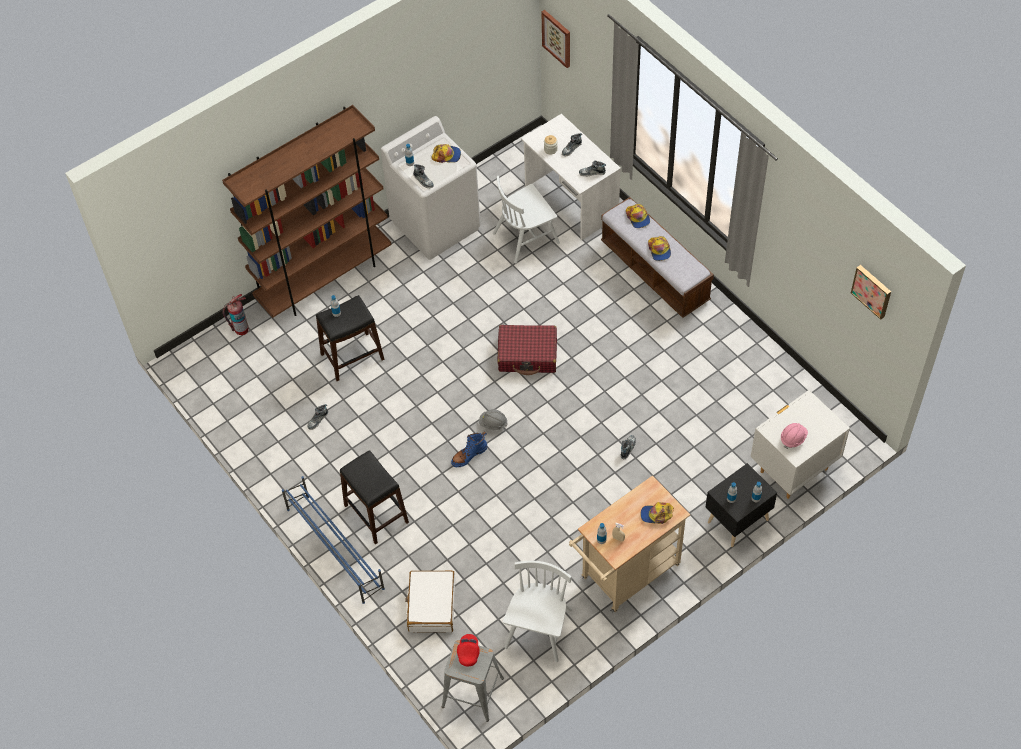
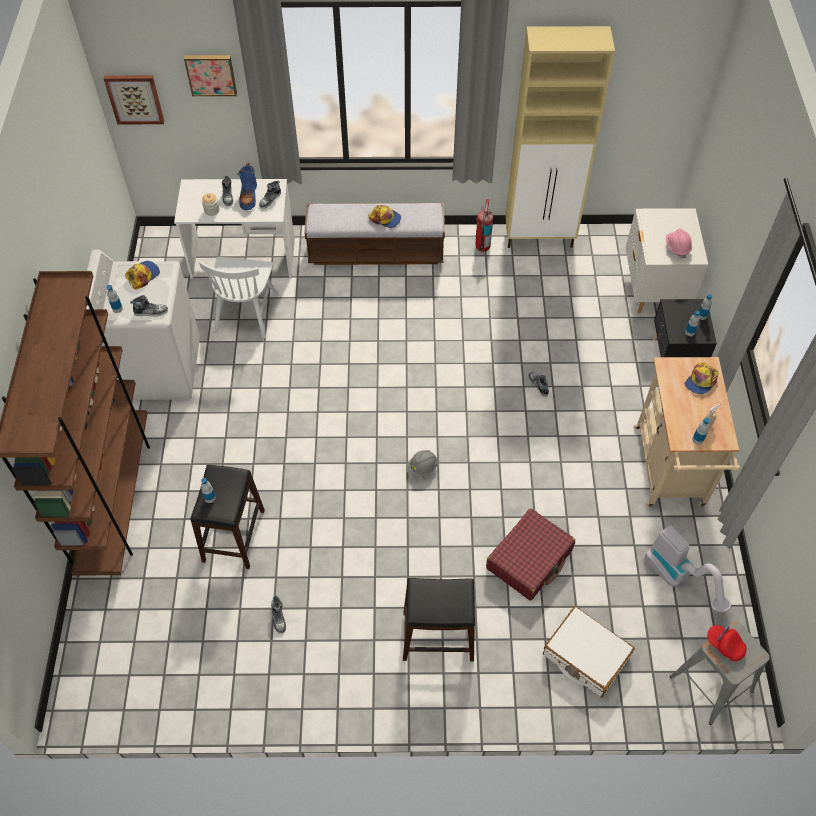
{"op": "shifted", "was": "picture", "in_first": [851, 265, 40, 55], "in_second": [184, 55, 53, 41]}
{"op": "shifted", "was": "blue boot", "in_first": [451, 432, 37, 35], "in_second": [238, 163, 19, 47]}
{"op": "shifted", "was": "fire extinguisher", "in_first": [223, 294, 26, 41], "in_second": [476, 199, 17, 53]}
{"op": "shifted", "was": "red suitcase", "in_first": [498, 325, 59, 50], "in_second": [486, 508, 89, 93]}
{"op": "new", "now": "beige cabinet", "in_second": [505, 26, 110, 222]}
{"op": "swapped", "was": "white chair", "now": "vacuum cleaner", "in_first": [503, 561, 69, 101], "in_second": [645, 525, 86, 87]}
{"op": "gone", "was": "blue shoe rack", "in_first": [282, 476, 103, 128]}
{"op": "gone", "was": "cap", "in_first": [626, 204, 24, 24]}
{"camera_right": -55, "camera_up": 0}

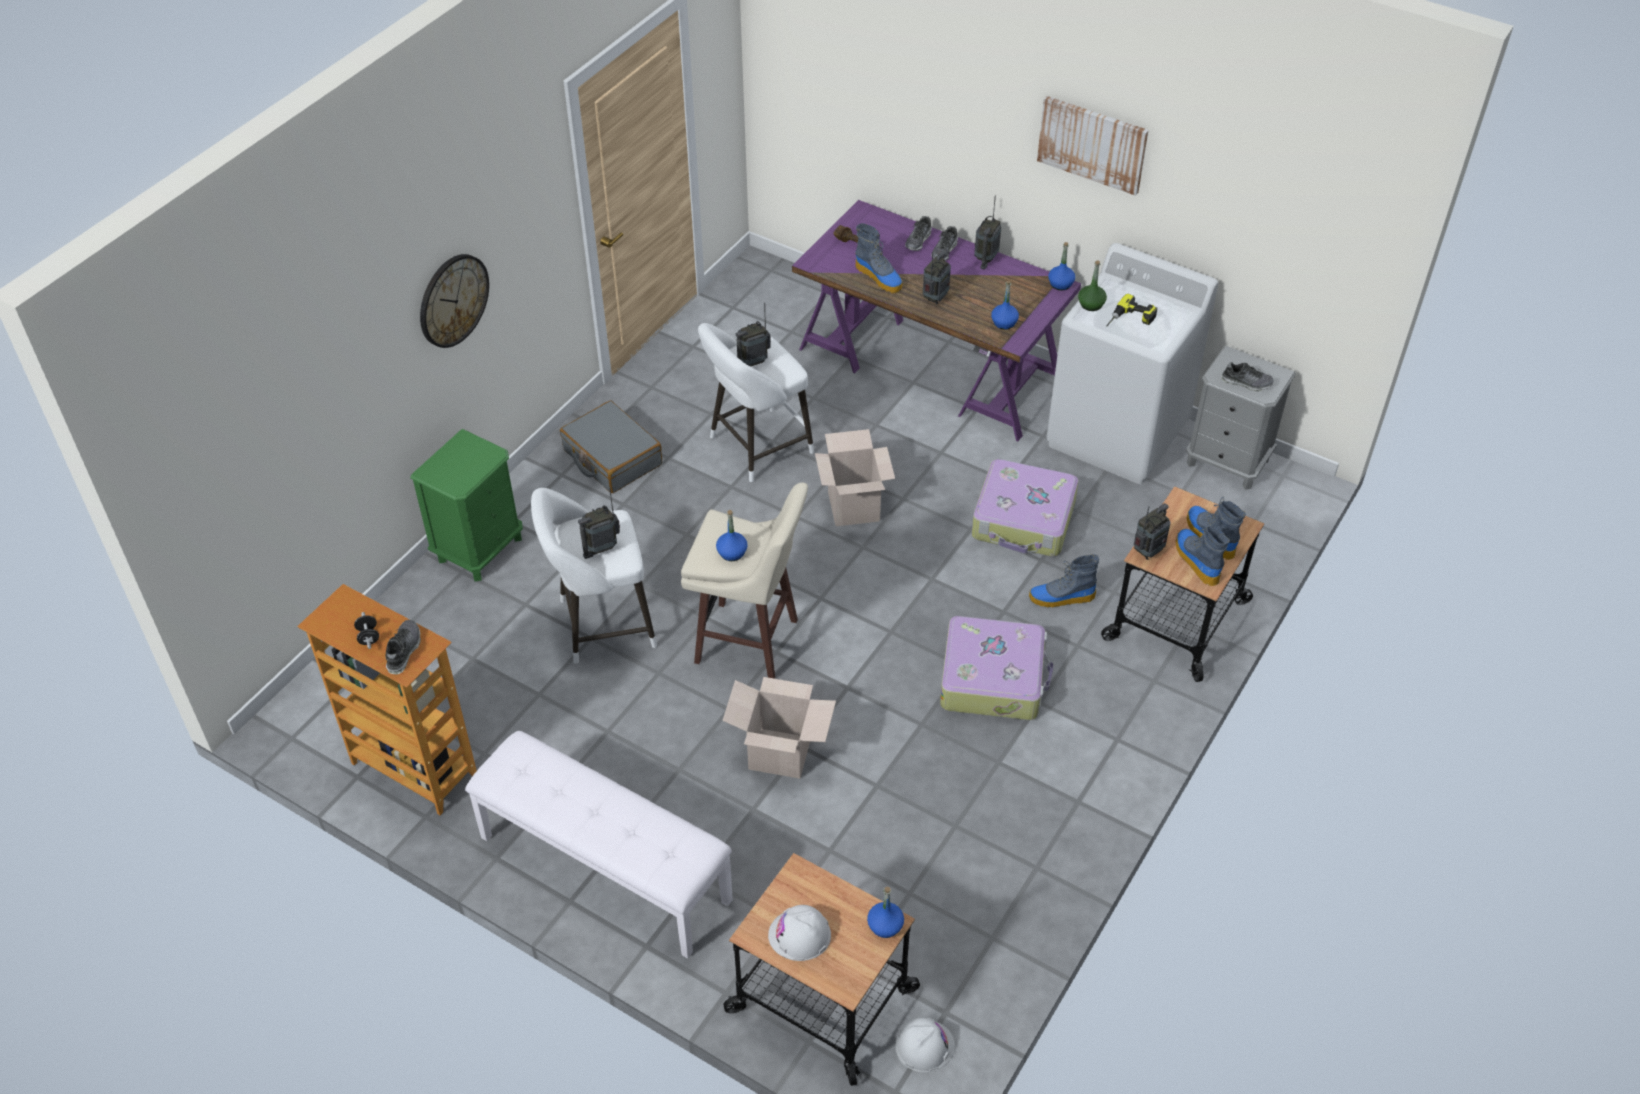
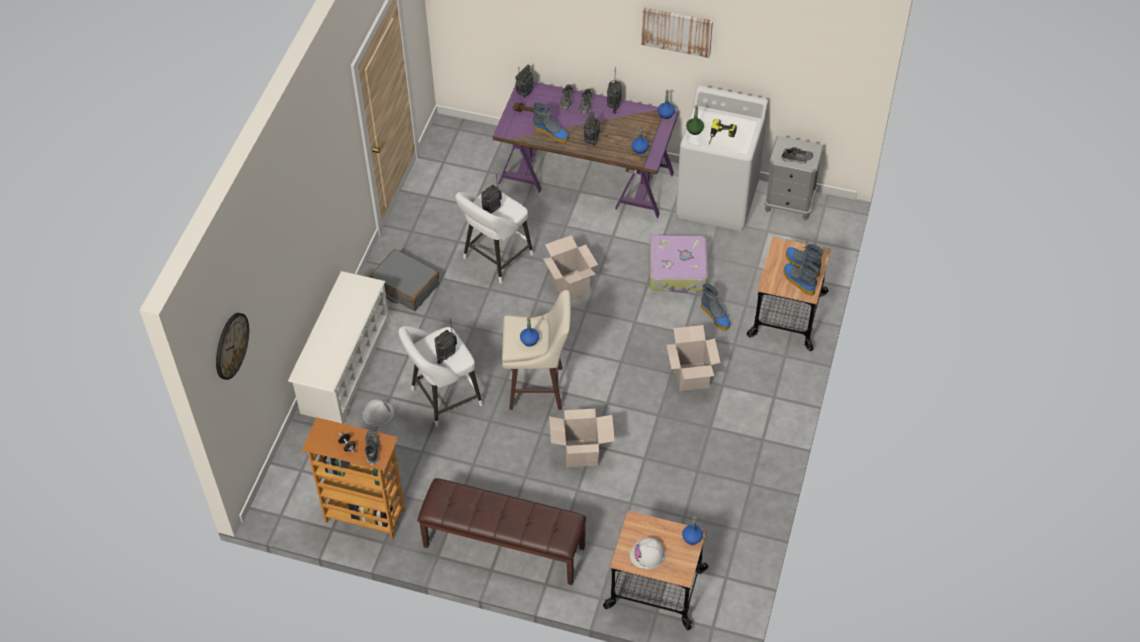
{"op": "shifted", "was": "wall clock", "in_first": [420, 254, 69, 94], "in_second": [216, 313, 33, 67]}
{"op": "swapped", "was": "green nightstand", "now": "white shoe rack", "in_first": [410, 429, 113, 152], "in_second": [288, 271, 102, 153]}
{"op": "shifted", "was": "white hard hat", "in_first": [895, 1018, 60, 54], "in_second": [363, 399, 31, 27]}
{"op": "repainted", "was": "white bench", "now": "brown bench", "in_first": [465, 731, 268, 228], "in_second": [418, 478, 168, 107]}
{"op": "shifted", "was": "radio", "in_first": [1134, 503, 37, 57], "in_second": [515, 64, 18, 34]}
{"op": "swapped", "was": "suitcase", "now": "cardboard box", "in_first": [940, 616, 114, 104], "in_second": [666, 325, 55, 66]}
{"op": "rotated", "was": "boot", "in_first": [1029, 554, 70, 54], "in_second": [701, 283, 29, 48], "clockwise": -105}
{"camera_right": -15, "camera_up": 5}

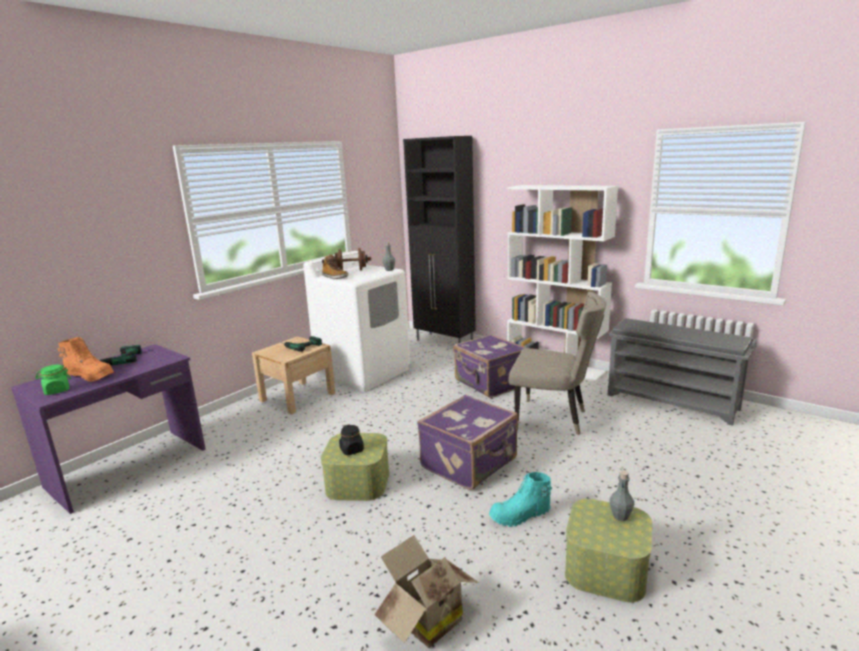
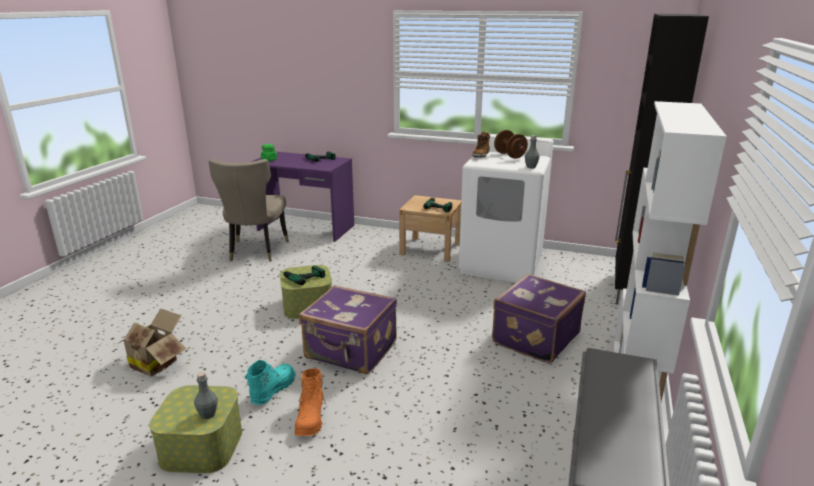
{"op": "shifted", "was": "beige chair", "in_first": [509, 292, 97, 143], "in_second": [209, 159, 80, 103]}
{"op": "rotated", "was": "turquoise boot", "in_first": [489, 472, 63, 55], "in_second": [245, 360, 50, 45], "clockwise": 60}
{"op": "swapped", "was": "black jar", "now": "power drill", "in_first": [339, 424, 25, 31], "in_second": [281, 266, 44, 19]}
{"op": "shifted", "was": "orange boot", "in_first": [58, 337, 56, 45], "in_second": [294, 368, 32, 68]}
{"camera_right": 70, "camera_up": 5}

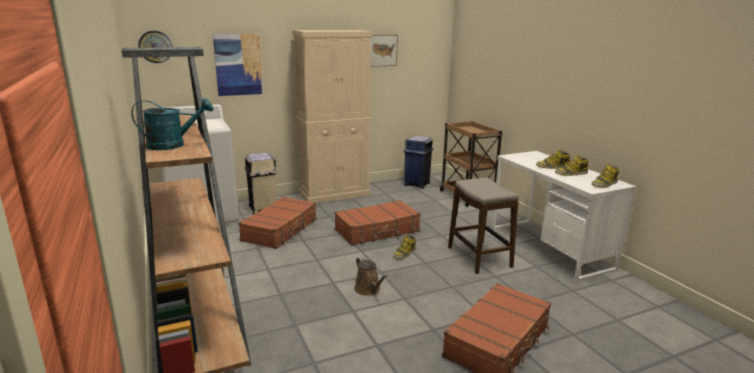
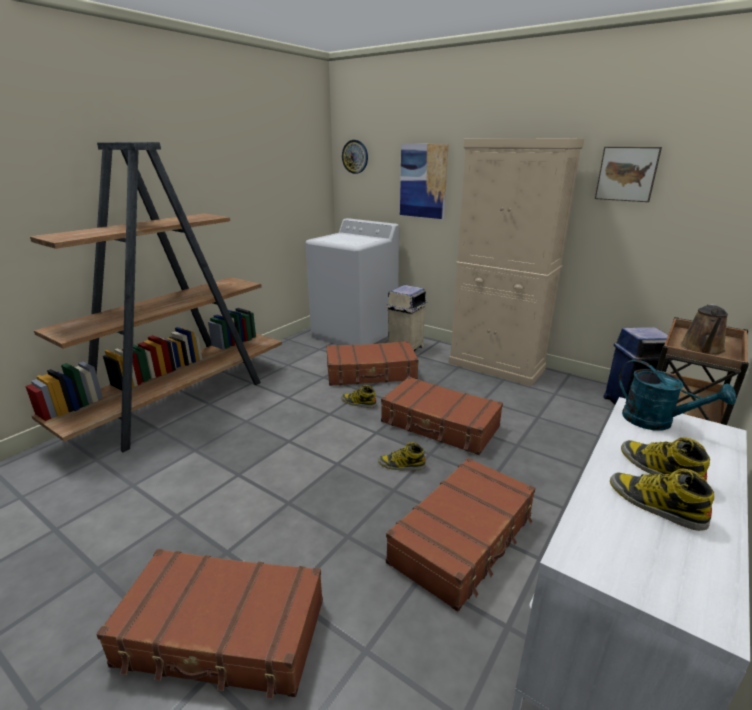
{"op": "shifted", "was": "boot", "in_first": [591, 164, 28, 23], "in_second": [341, 385, 36, 23]}
{"op": "swapped", "was": "stool", "now": "brown suitcase", "in_first": [448, 178, 71, 96], "in_second": [386, 457, 149, 155]}
{"op": "shifted", "was": "turquoise watering can", "in_first": [131, 98, 82, 52], "in_second": [619, 359, 117, 72]}
{"op": "shifted", "was": "brown watering can", "in_first": [354, 257, 34, 39], "in_second": [680, 304, 48, 51]}
{"camera_right": 60, "camera_up": 5}

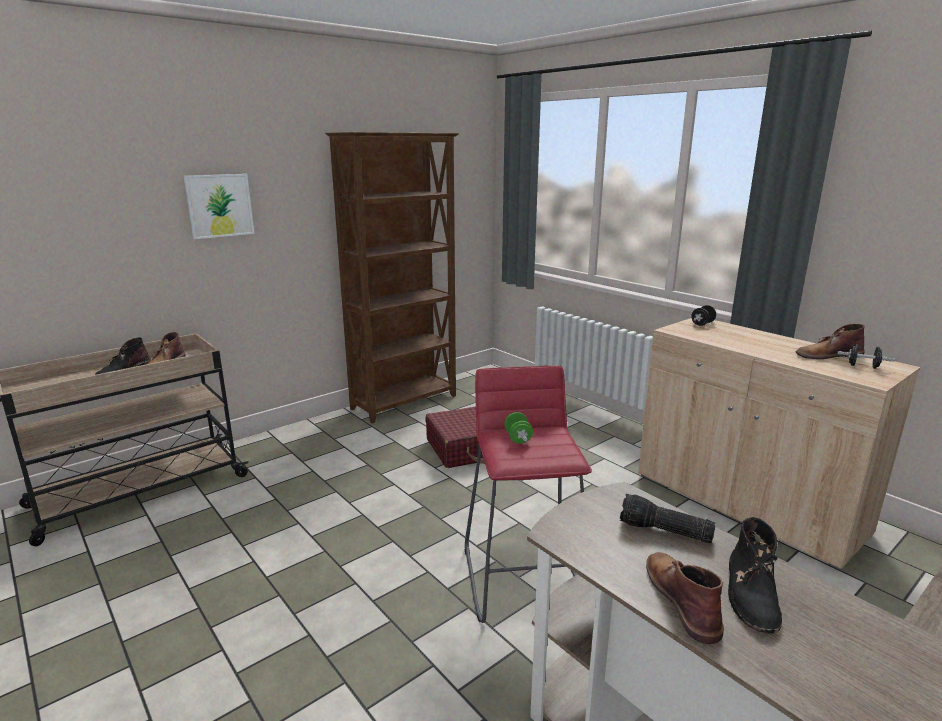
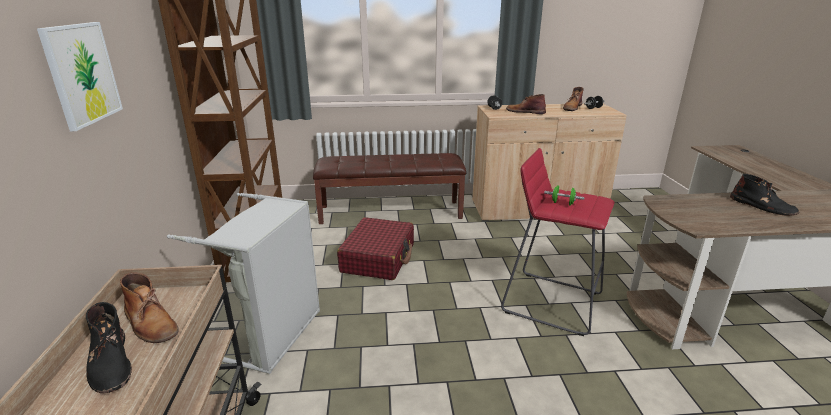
{"op": "new", "now": "grey laundry basket", "in_second": [167, 193, 153, 181]}
{"op": "new", "now": "brown bench", "in_second": [313, 153, 153, 71]}
{"op": "shifted", "was": "brown boot", "in_first": [646, 552, 78, 92], "in_second": [506, 94, 40, 20]}
{"op": "gone", "was": "flashlight", "in_first": [620, 493, 96, 50]}
{"camera_right": -55, "camera_up": 5}

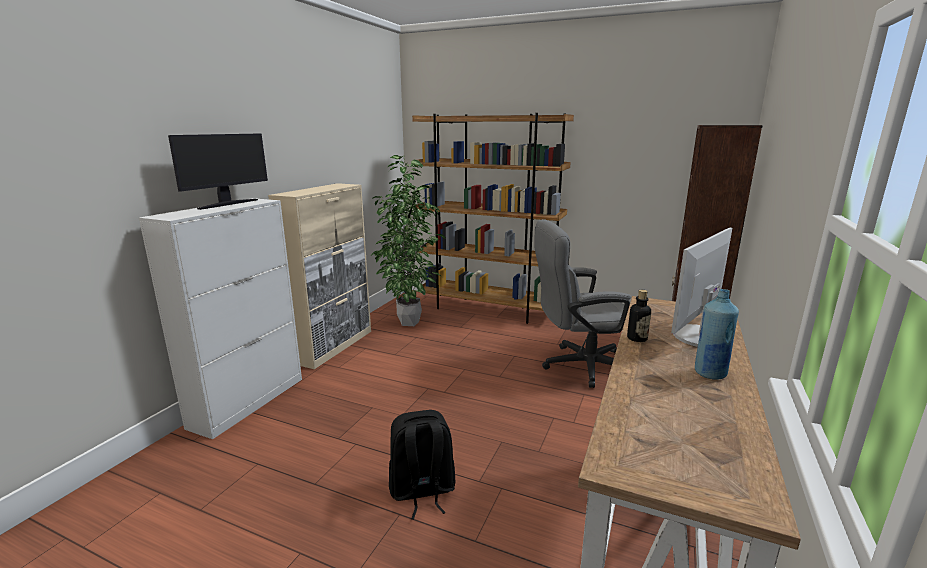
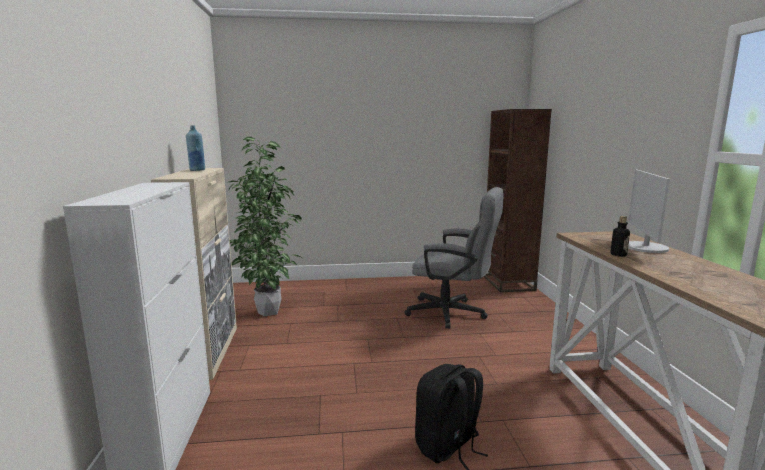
{"op": "shifted", "was": "blue bottle", "in_first": [695, 289, 44, 91], "in_second": [186, 125, 19, 46]}
{"op": "rotated", "was": "grey office chair", "in_first": [534, 219, 97, 169], "in_second": [404, 187, 100, 142], "clockwise": -120}
{"op": "gone", "was": "monitor", "in_first": [168, 134, 100, 76]}
{"op": "gone", "was": "brown bookcase", "in_first": [412, 113, 162, 211]}
{"camera_right": -30, "camera_up": -5}

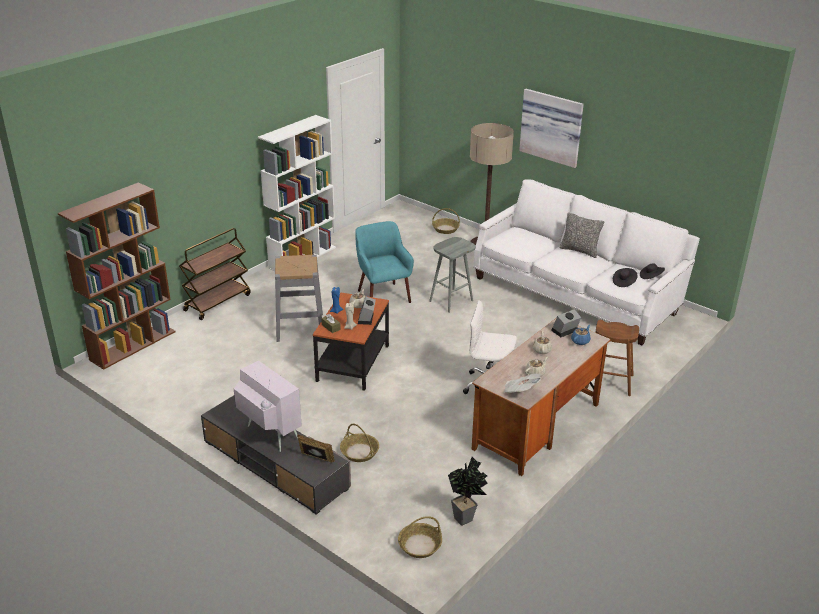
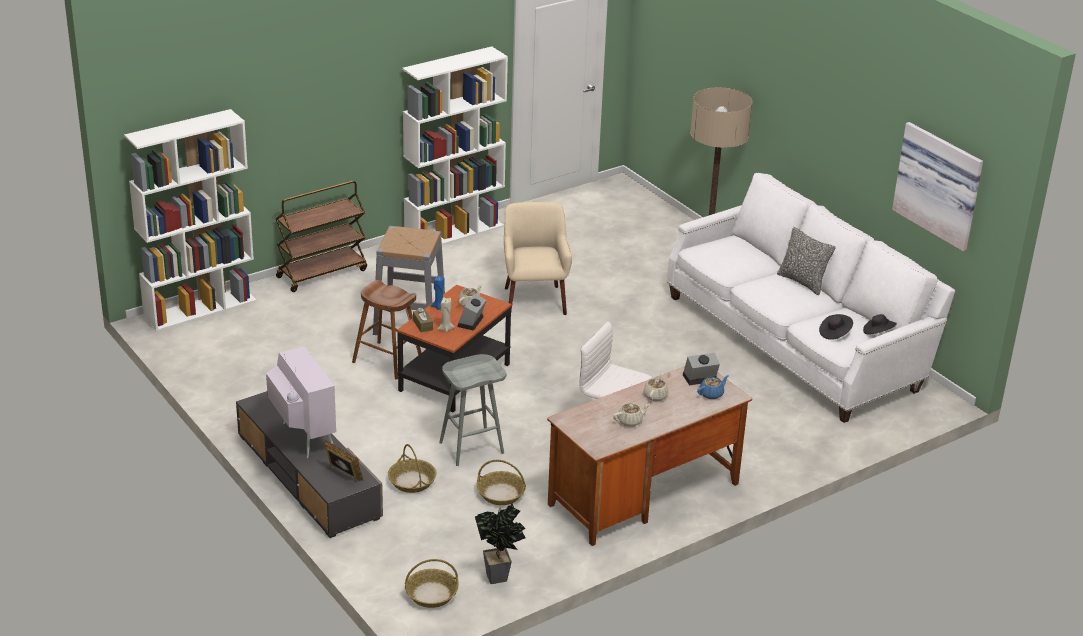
{"op": "repainted", "was": "brown bookcase", "now": "white bookcase", "in_first": [58, 182, 117, 188], "in_second": [124, 109, 133, 223]}
{"op": "shifted", "was": "brown stool", "in_first": [585, 320, 54, 76], "in_second": [352, 280, 69, 100]}
{"op": "shifted", "was": "grey stool", "in_first": [429, 237, 47, 76], "in_second": [439, 354, 67, 112]}
{"op": "shifted", "was": "basket", "in_first": [432, 208, 28, 26], "in_second": [477, 460, 49, 45]}
{"op": "repainted", "was": "turquoise armchair", "now": "beige armchair", "in_first": [356, 221, 58, 82], "in_second": [504, 202, 68, 113]}
{"op": "shifted", "was": "picture", "in_first": [519, 89, 65, 79], "in_second": [892, 122, 91, 129]}
{"op": "gone", "was": "newspaper", "in_first": [503, 374, 38, 19]}
{"camera_right": 15, "camera_up": 0}

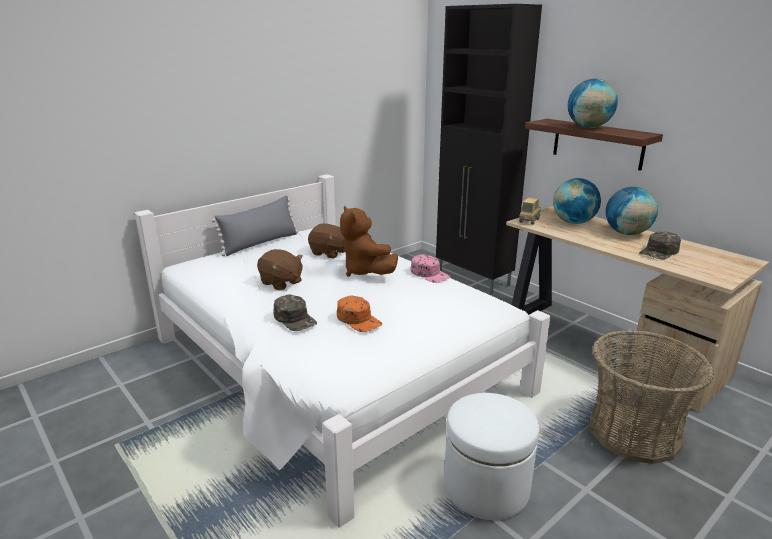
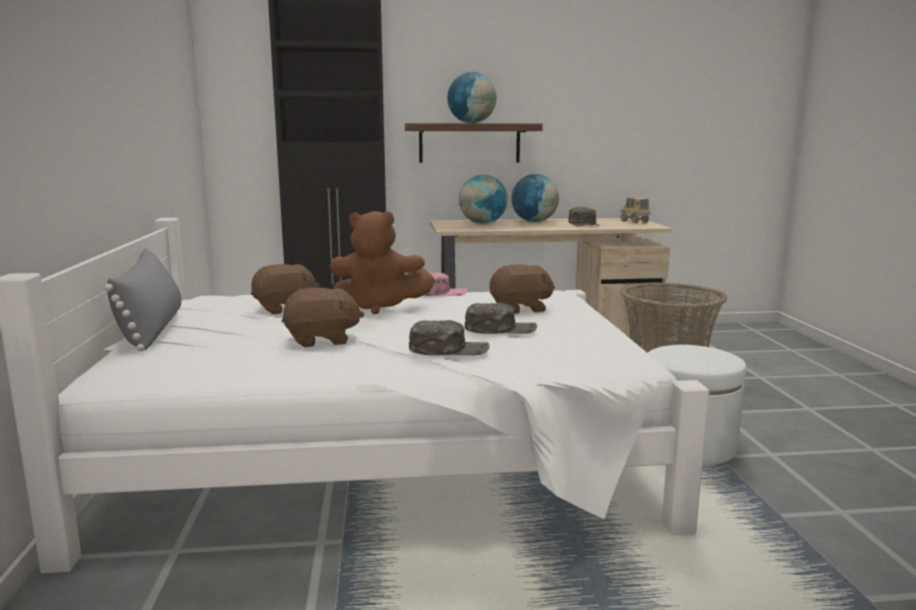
{"op": "repainted", "was": "orange cap", "now": "green cap", "in_first": [337, 295, 45, 37], "in_second": [465, 303, 72, 31]}
{"op": "new", "now": "brown plush toy", "in_second": [490, 264, 65, 50]}
{"op": "shifted", "was": "toy truck", "in_first": [519, 197, 22, 28], "in_second": [620, 197, 31, 26]}
{"camera_right": -55, "camera_up": -10}

